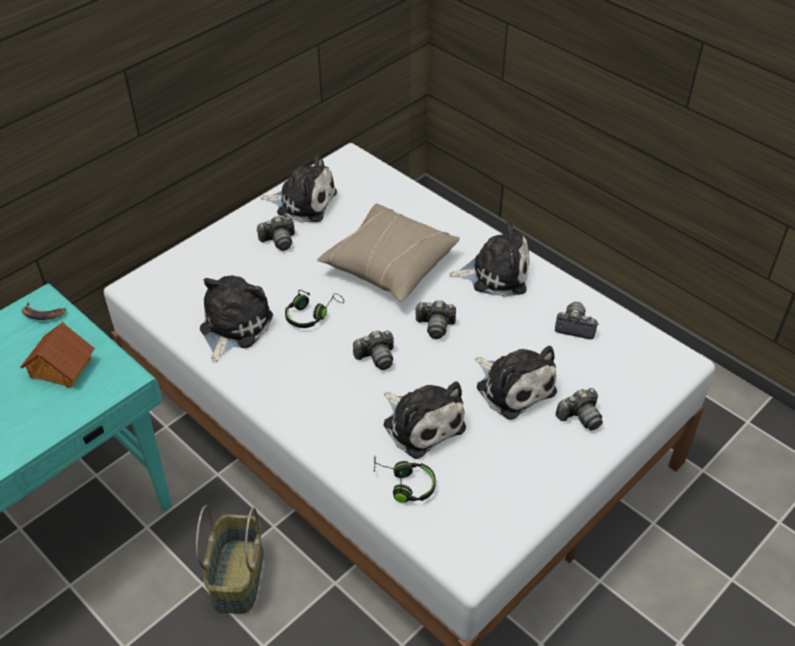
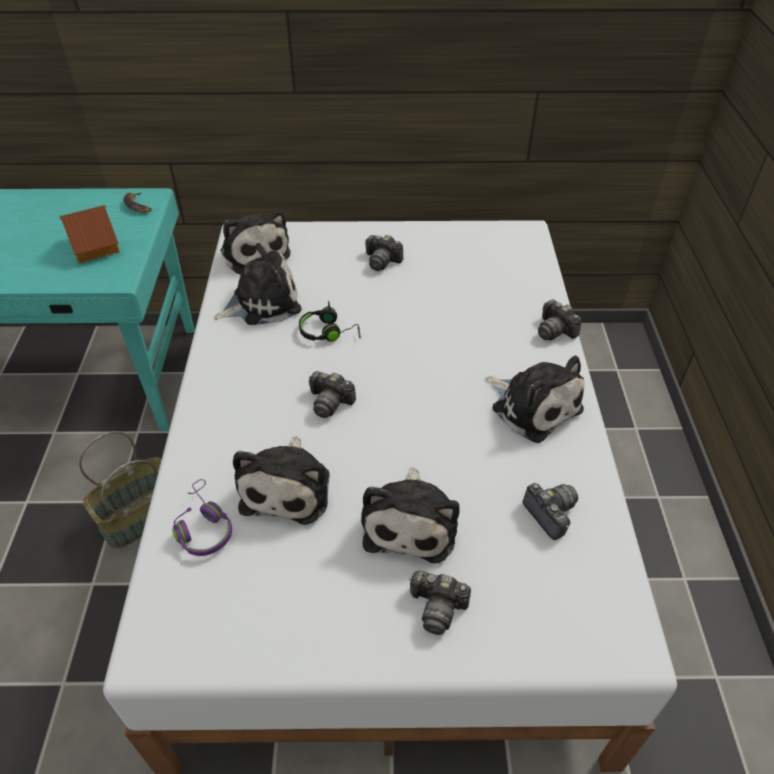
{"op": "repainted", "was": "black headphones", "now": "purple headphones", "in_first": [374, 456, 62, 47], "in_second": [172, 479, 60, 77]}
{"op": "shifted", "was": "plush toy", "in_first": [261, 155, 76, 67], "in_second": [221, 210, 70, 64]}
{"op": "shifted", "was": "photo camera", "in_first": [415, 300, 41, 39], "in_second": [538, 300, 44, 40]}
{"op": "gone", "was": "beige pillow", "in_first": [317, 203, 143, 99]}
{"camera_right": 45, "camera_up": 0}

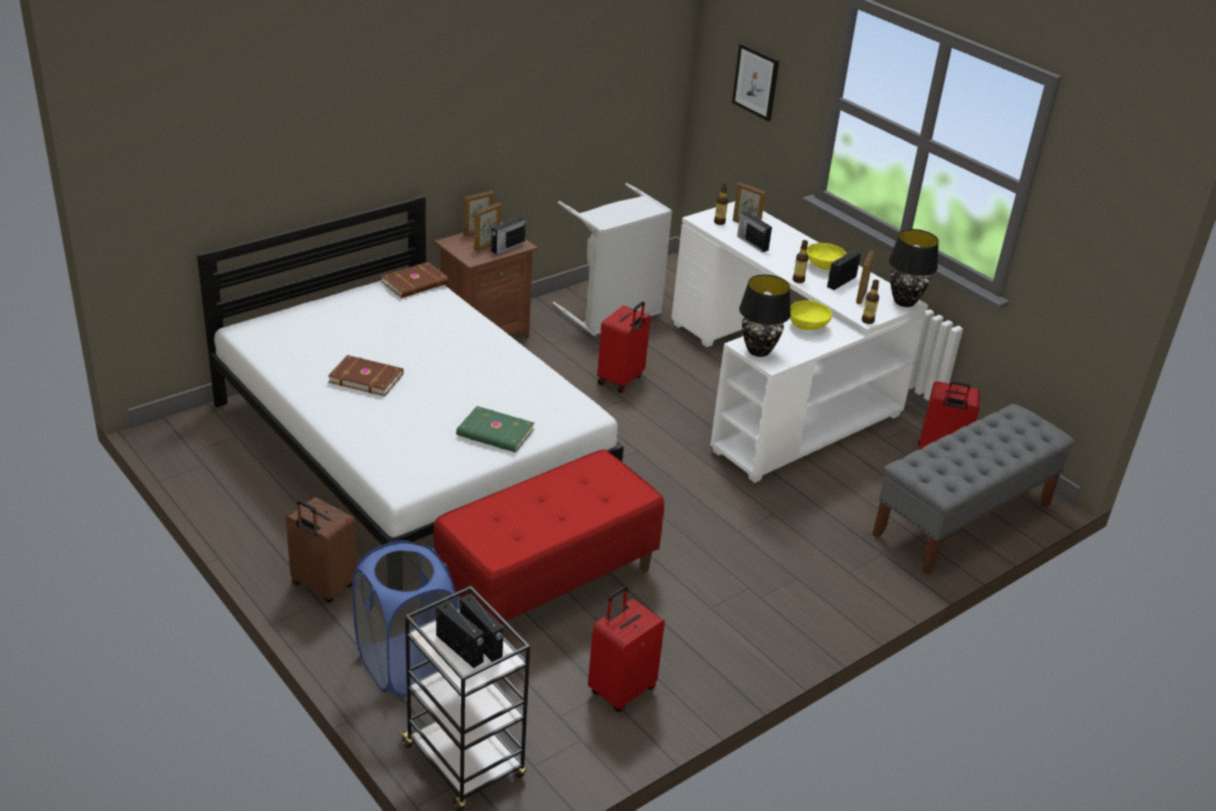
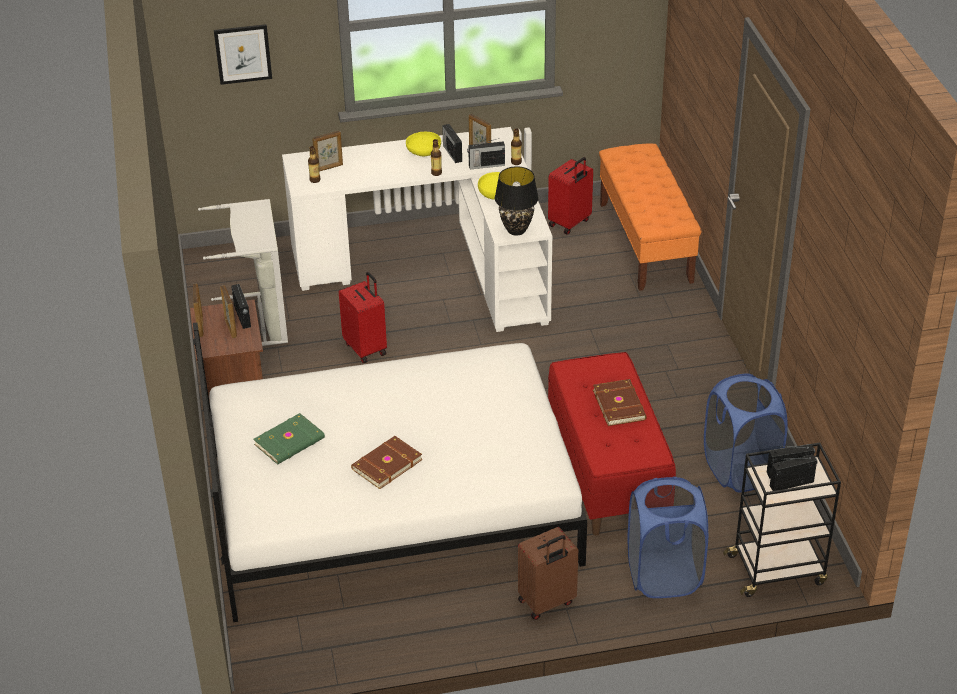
{"op": "shifted", "was": "green book", "in_first": [456, 406, 78, 47], "in_second": [254, 413, 71, 51]}
{"op": "shifted", "was": "radio", "in_first": [737, 211, 35, 41], "in_second": [467, 138, 38, 31]}
{"op": "shifted", "was": "brown book", "in_first": [381, 262, 68, 36], "in_second": [593, 379, 54, 47]}
{"op": "repainted", "was": "grey bench", "now": "orange bench", "in_first": [873, 404, 202, 171], "in_second": [599, 143, 102, 148]}
{"op": "swapped", "was": "red suitcase", "now": "blue laundry basket", "in_first": [588, 586, 77, 126], "in_second": [704, 374, 84, 119]}
{"op": "gone", "was": "black table lamp", "in_first": [889, 229, 50, 78]}
{"camera_right": -60, "camera_up": 5}

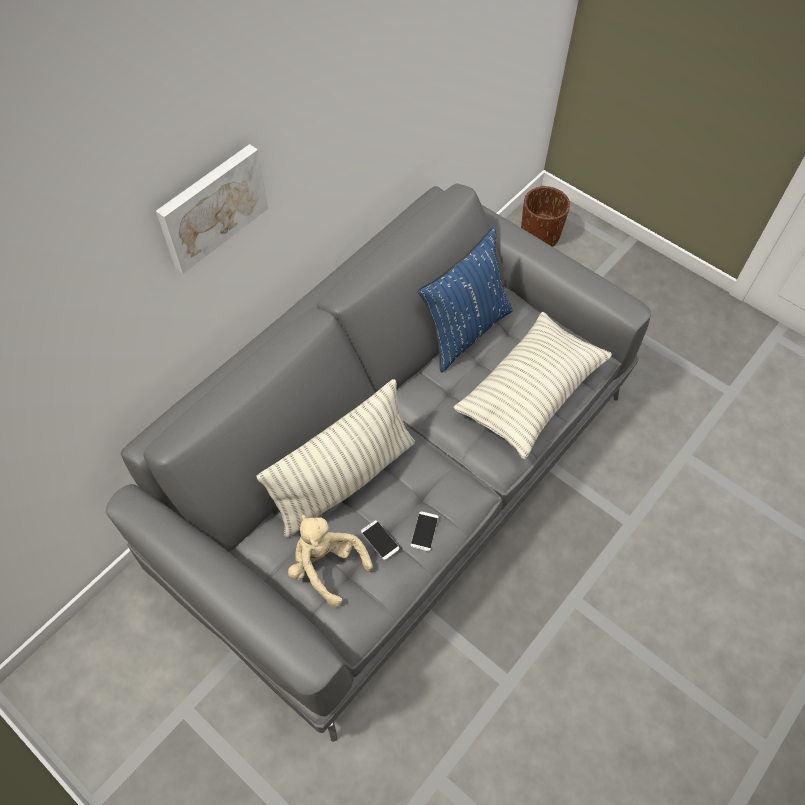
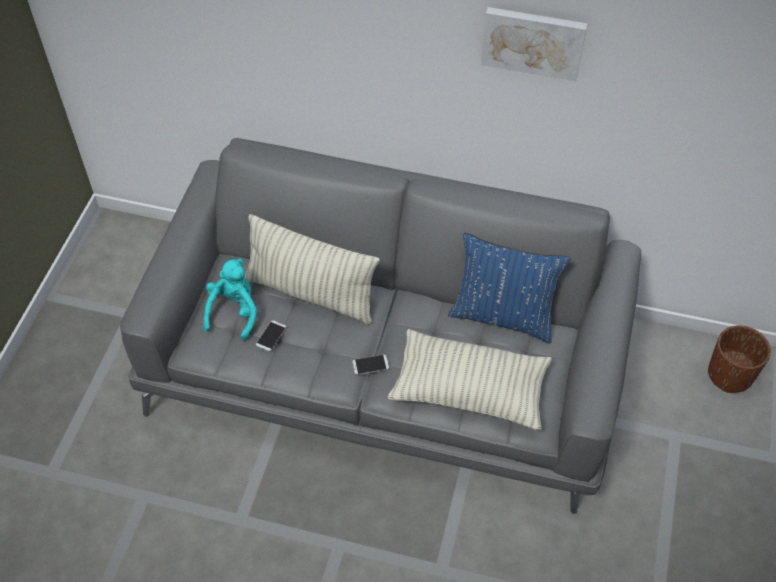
{"op": "repainted", "was": "beige plush toy", "now": "turquoise plush toy", "in_first": [288, 515, 85, 92], "in_second": [203, 259, 54, 82]}
{"op": "shifted", "was": "phone", "in_first": [411, 511, 28, 41], "in_second": [352, 355, 37, 20]}
{"op": "shifted", "was": "picture", "in_first": [156, 144, 112, 130], "in_second": [481, 7, 106, 74]}
{"camera_right": 65, "camera_up": -5}

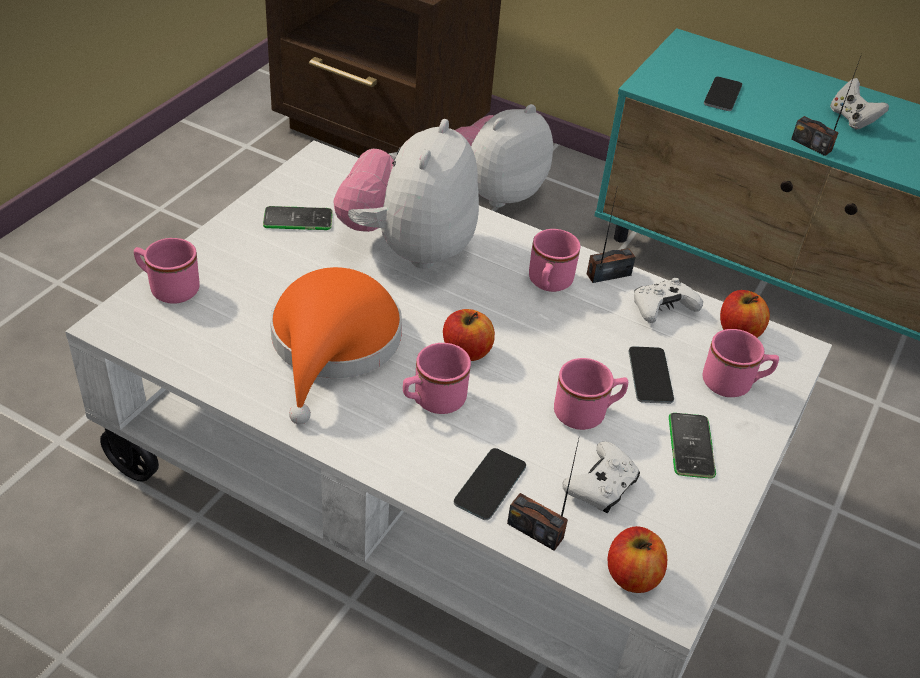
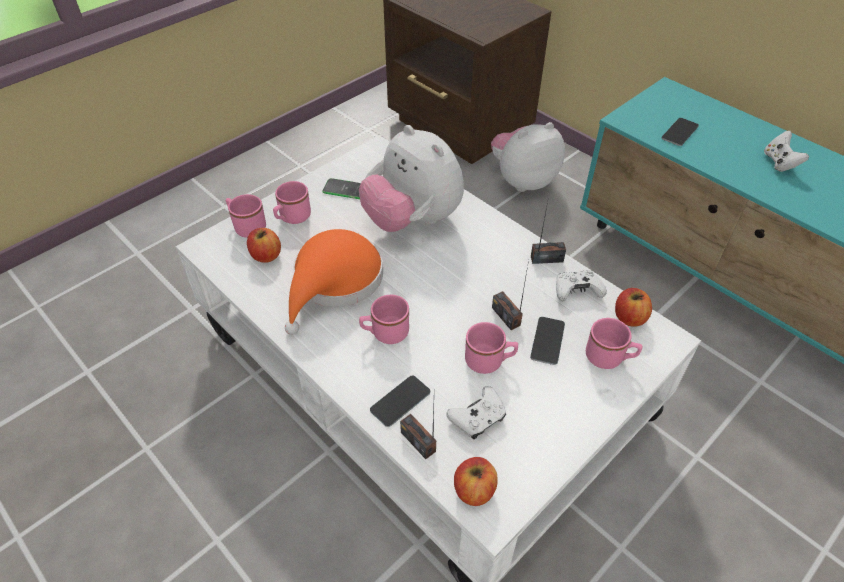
{"op": "shifted", "was": "apple", "in_first": [443, 309, 52, 52], "in_second": [247, 228, 34, 35]}
{"op": "shifted", "was": "pink mug", "in_first": [529, 229, 51, 63], "in_second": [273, 181, 38, 43]}
{"op": "rotated", "was": "plush toy", "in_first": [333, 119, 146, 150], "in_second": [359, 125, 105, 107], "clockwise": -75}
{"op": "shifted", "was": "radio", "in_first": [791, 54, 71, 102], "in_second": [492, 260, 37, 70]}
{"op": "gone", "was": "phone", "in_first": [669, 413, 47, 66]}
{"camera_right": 20, "camera_up": 5}

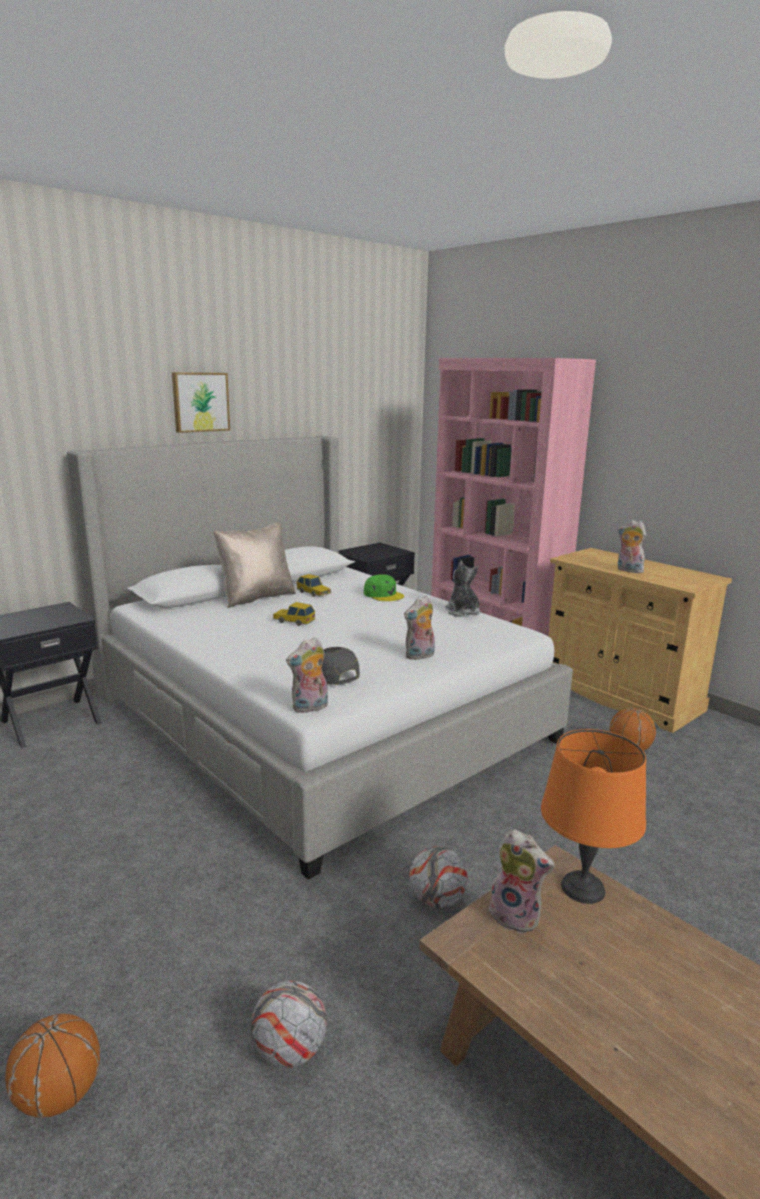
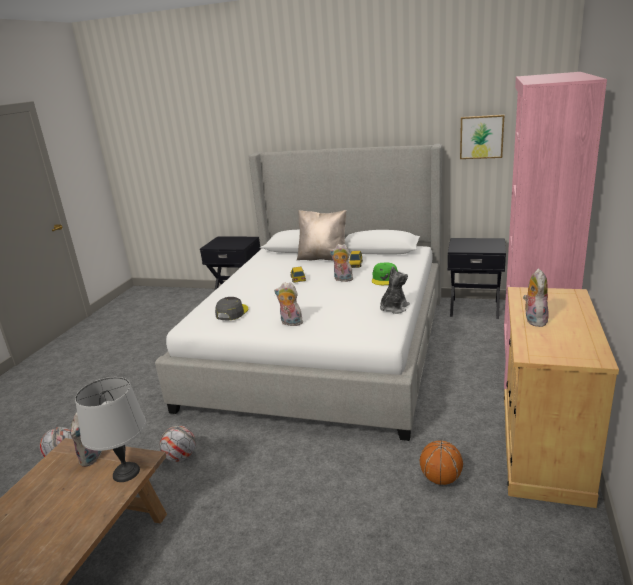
{"op": "repainted", "was": "orange table lamp", "now": "grey table lamp", "in_first": [541, 729, 105, 175], "in_second": [75, 377, 71, 105]}
{"op": "shifted", "was": "plush toy", "in_first": [286, 637, 42, 77], "in_second": [330, 244, 23, 38]}
{"op": "shifted", "was": "picture", "in_first": [172, 372, 58, 61], "in_second": [460, 115, 44, 44]}
{"op": "gone", "was": "basketball", "in_first": [5, 1013, 95, 105]}
{"camera_right": 60, "camera_up": 5}

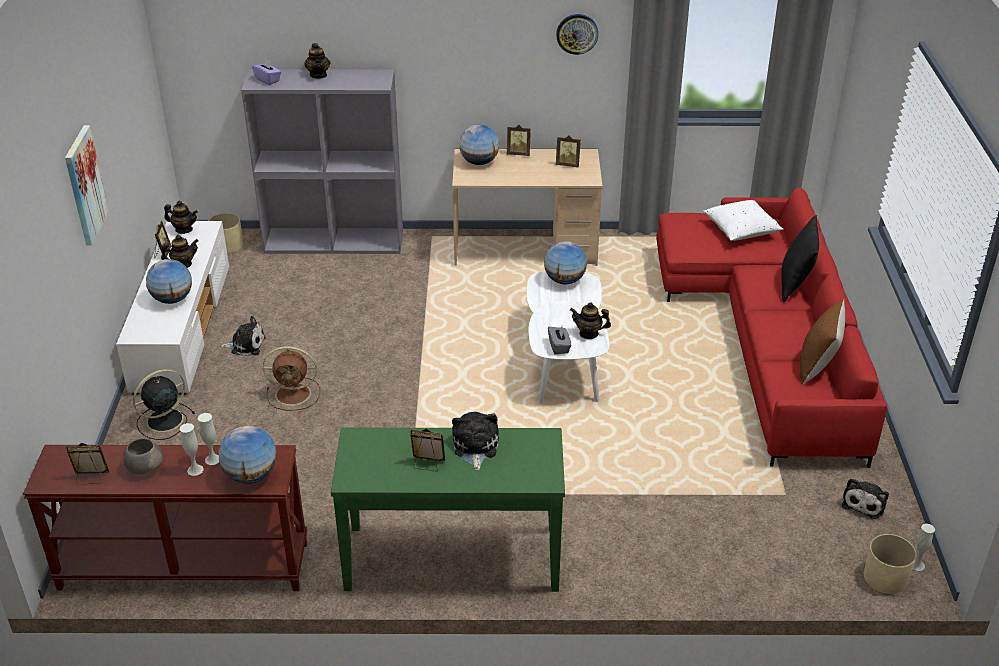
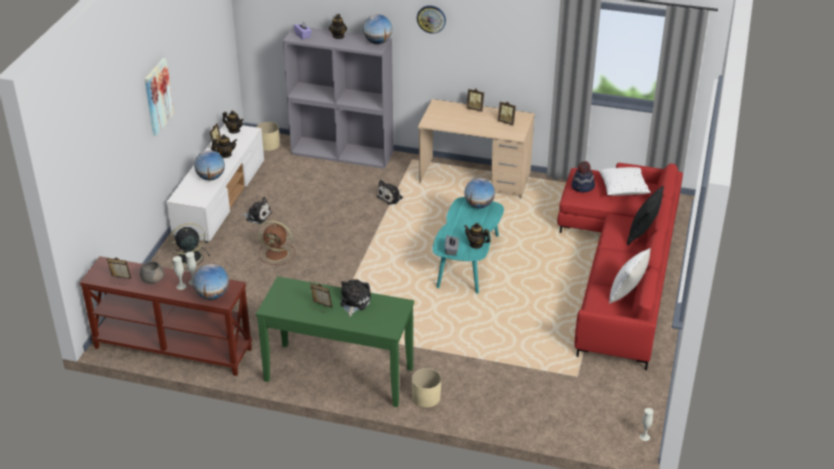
{"op": "shifted", "was": "globe", "in_first": [459, 124, 40, 41], "in_second": [363, 14, 29, 30]}
{"op": "shifted", "was": "plush toy", "in_first": [842, 478, 47, 41], "in_second": [377, 180, 26, 25]}
{"op": "shifted", "was": "beige planter", "in_first": [864, 534, 52, 60], "in_second": [412, 368, 29, 40]}
{"op": "shifted", "was": "wall clock", "in_first": [556, 14, 42, 41], "in_second": [417, 5, 29, 29]}
{"op": "repainted", "was": "white coffee table", "now": "turquoise coffee table", "in_first": [527, 271, 82, 133], "in_second": [433, 197, 71, 97]}
{"op": "new", "now": "hat", "in_second": [571, 161, 24, 32]}
{"op": "repainted", "was": "brown pillow", "now": "white pillow", "in_first": [800, 299, 45, 86], "in_second": [609, 248, 42, 56]}
{"camera_right": 15, "camera_up": 0}

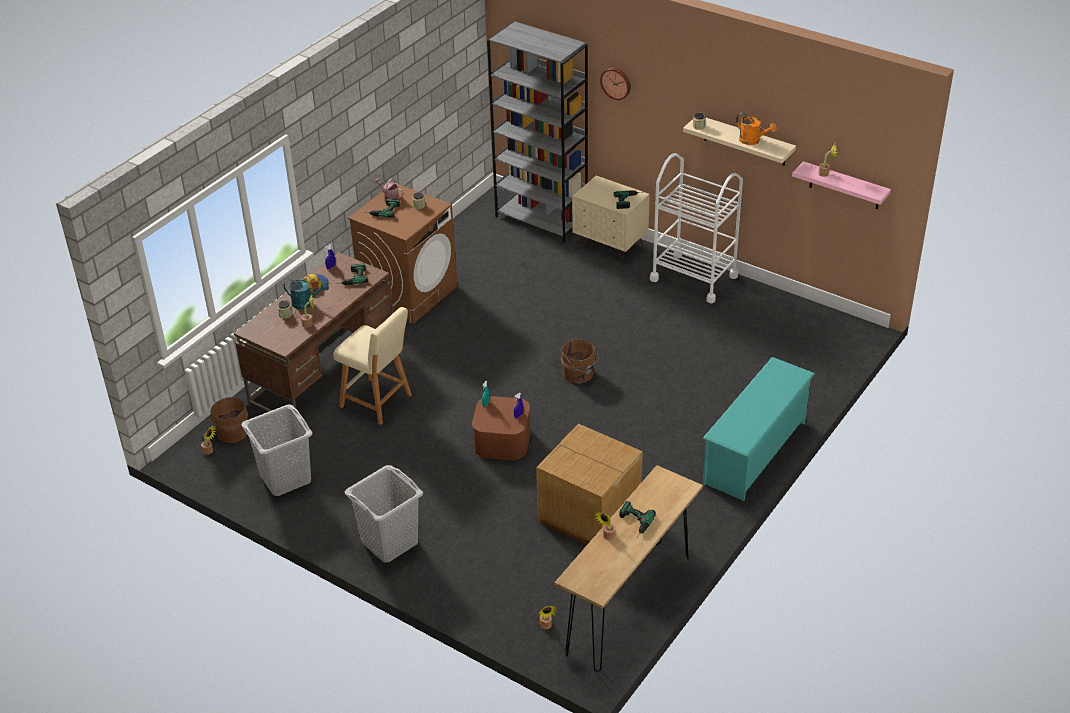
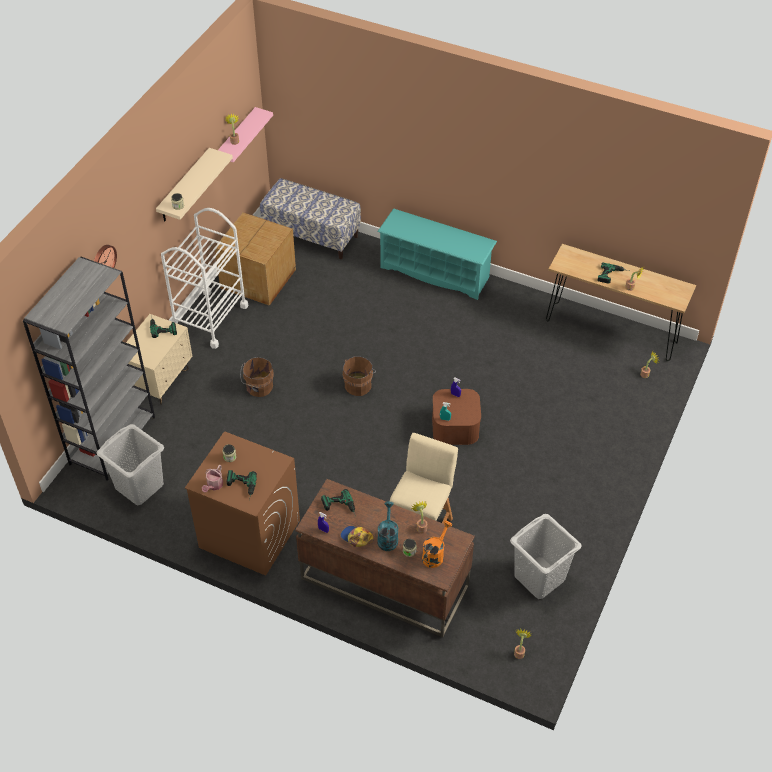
{"op": "shifted", "was": "grey laundry basket", "in_first": [345, 465, 78, 98], "in_second": [97, 424, 67, 81]}
{"op": "shifted", "was": "cardboard box", "in_first": [536, 424, 107, 120], "in_second": [215, 212, 81, 94]}
{"op": "shifted", "was": "brown bucket", "in_first": [208, 397, 40, 46], "in_second": [240, 357, 34, 40]}
{"op": "new", "now": "bench", "in_second": [260, 178, 101, 81]}
{"op": "shifted", "was": "orange watering can", "in_first": [736, 112, 41, 33], "in_second": [422, 521, 30, 47]}
{"camera_right": -100, "camera_up": 10}

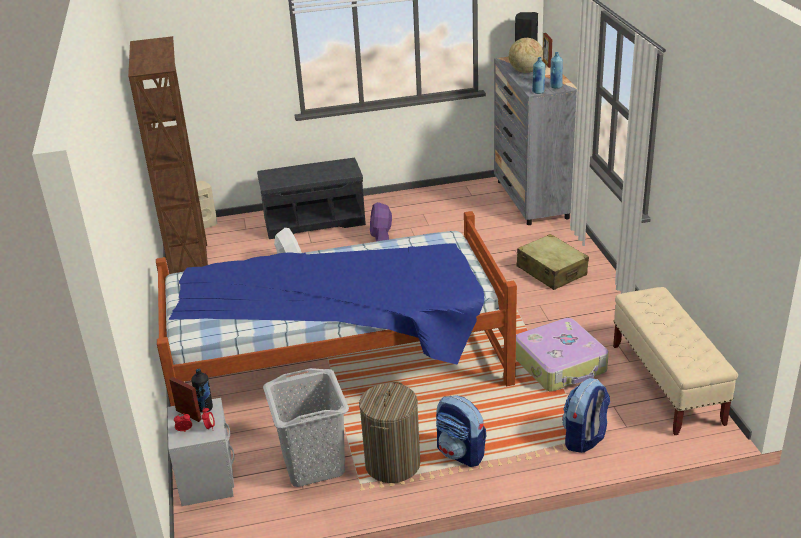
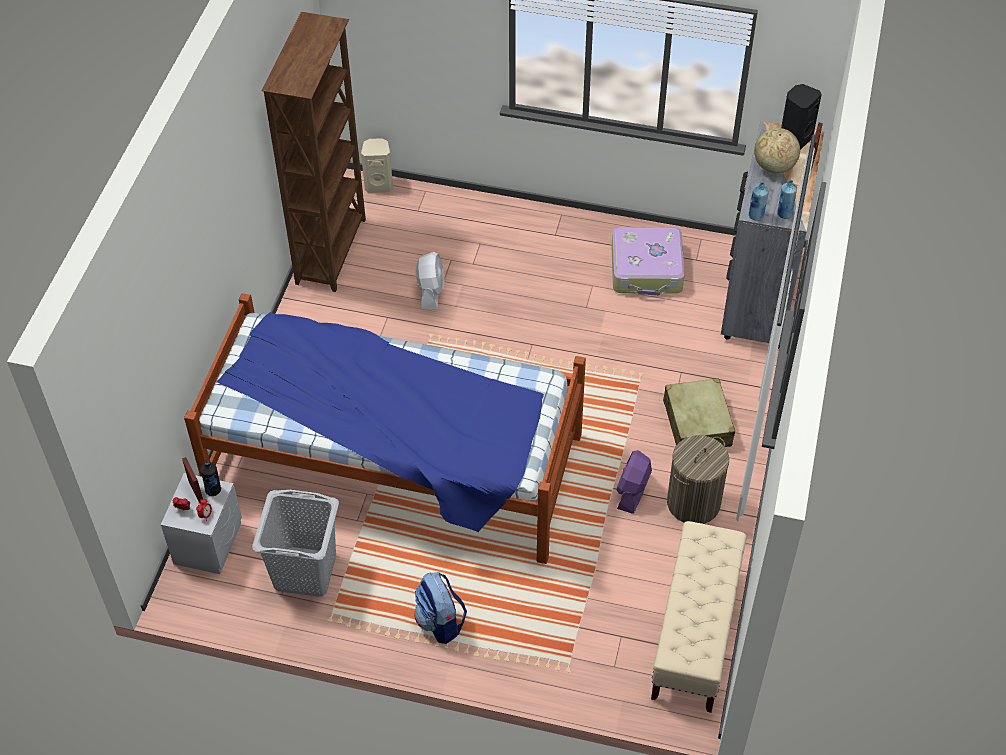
{"op": "shifted", "was": "suitcase", "in_first": [516, 318, 93, 73], "in_second": [612, 227, 73, 69]}
{"op": "shifted", "was": "purple fan", "in_first": [370, 202, 22, 39], "in_second": [616, 450, 36, 64]}
{"op": "shifted", "was": "laundry basket", "in_first": [359, 382, 61, 101], "in_second": [667, 435, 62, 89]}
{"op": "gone", "was": "grey bench", "in_first": [257, 158, 109, 81]}
{"op": "gone", "was": "backpack", "in_first": [562, 378, 48, 75]}
{"camera_right": 25, "camera_up": 20}

